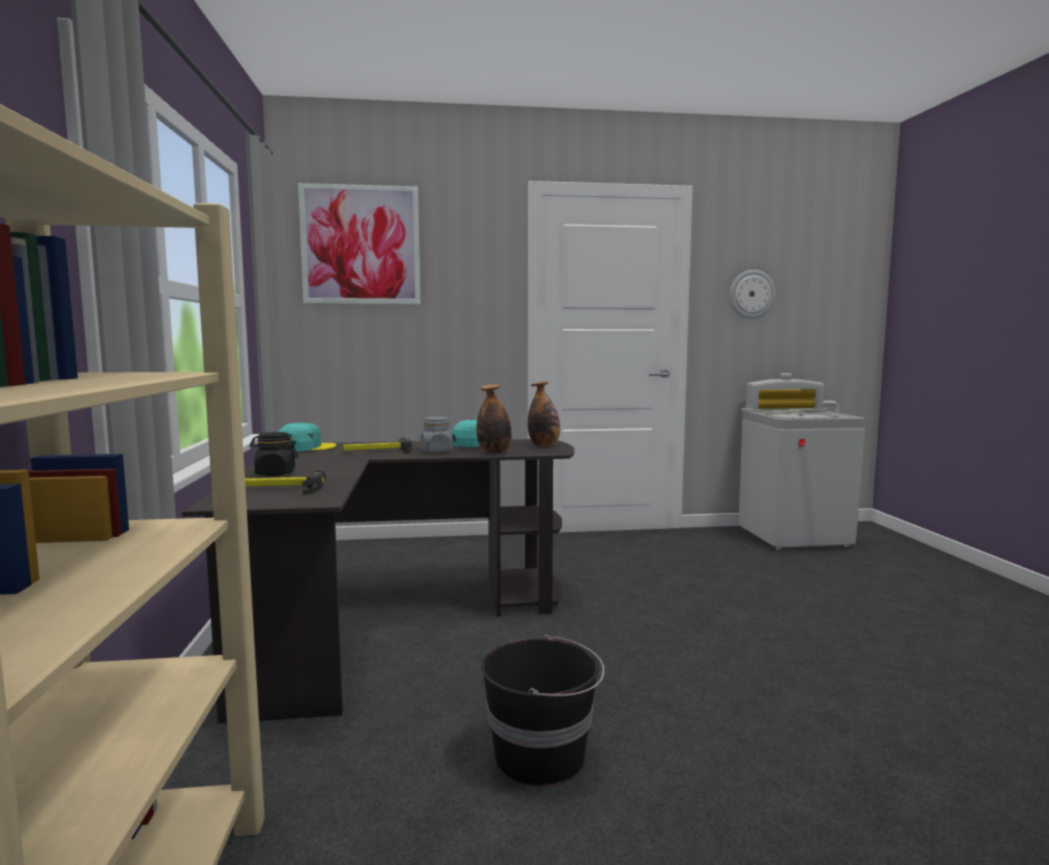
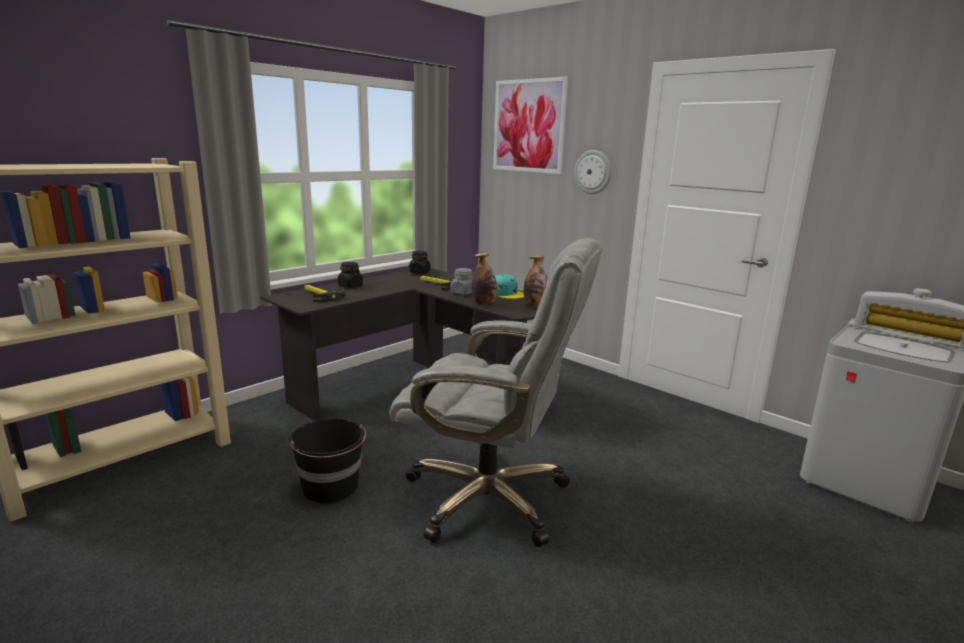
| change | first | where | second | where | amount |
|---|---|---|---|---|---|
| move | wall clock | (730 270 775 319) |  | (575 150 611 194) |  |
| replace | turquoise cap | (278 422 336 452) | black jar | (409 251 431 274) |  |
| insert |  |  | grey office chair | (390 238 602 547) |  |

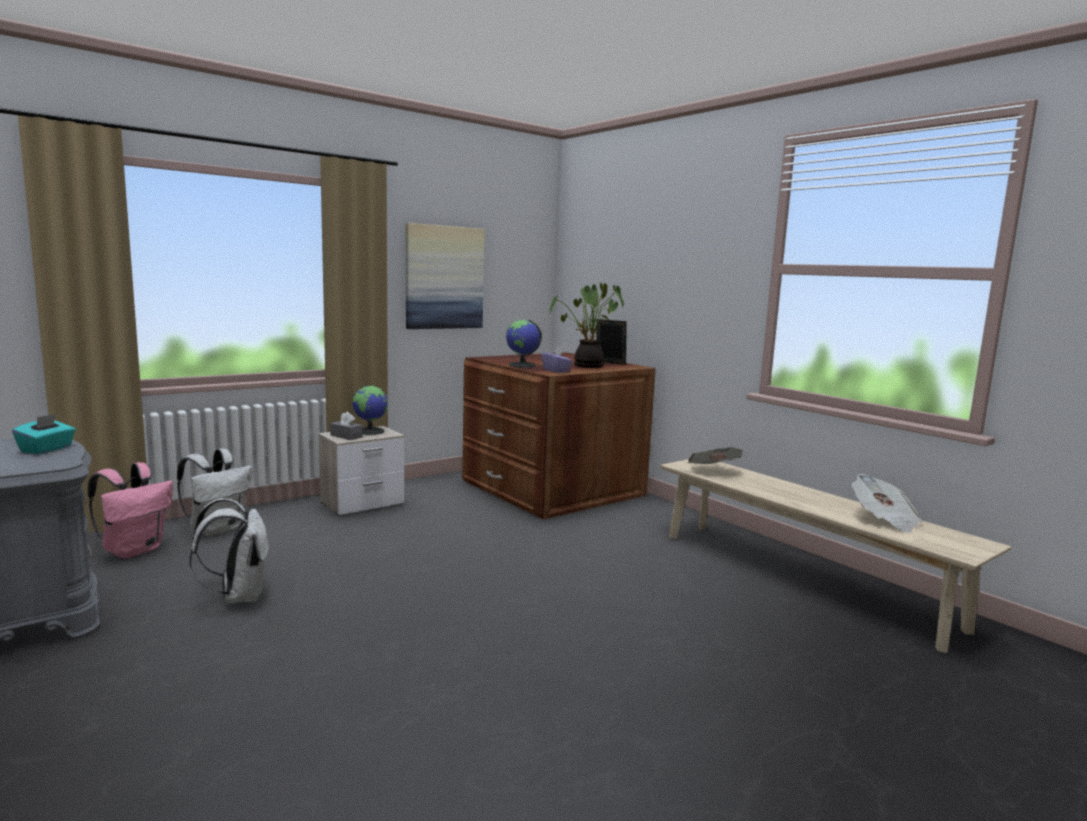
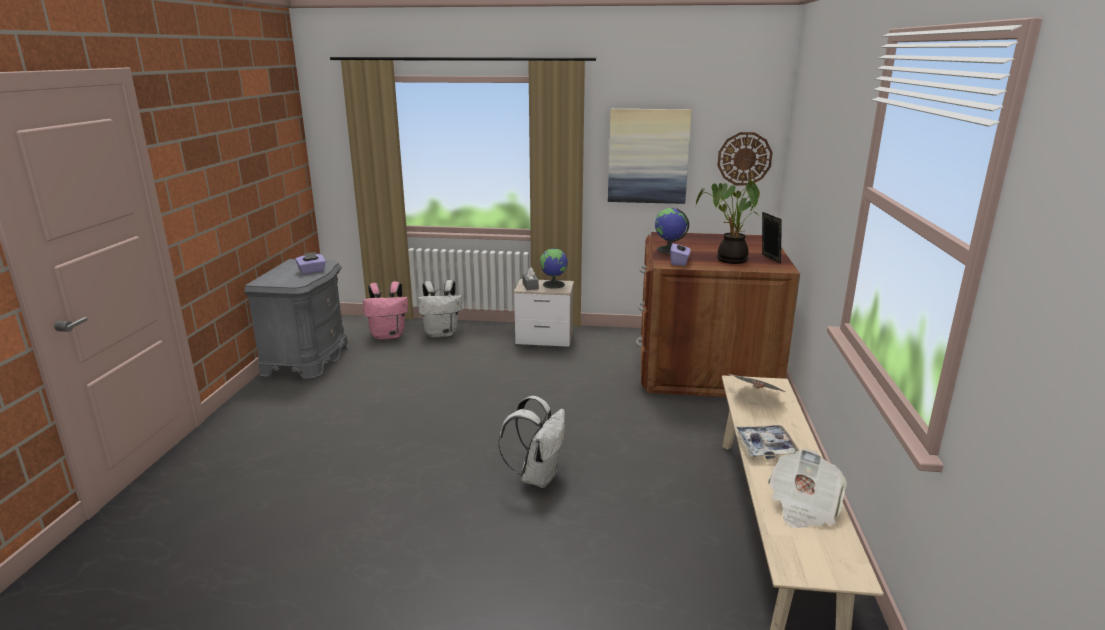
| change | first | where | second | where | amount |
|---|---|---|---|---|---|
| recolor | turquoise tissue box | (12 413 76 454) | purple tissue box | (295 252 326 274) |  |
| move | white backpack | (189 498 270 603) |  | (499 396 565 488) |  |
| insert |  |  | wall clock | (717 132 773 186) |  |
| insert |  |  | tray | (734 425 800 459) |  |

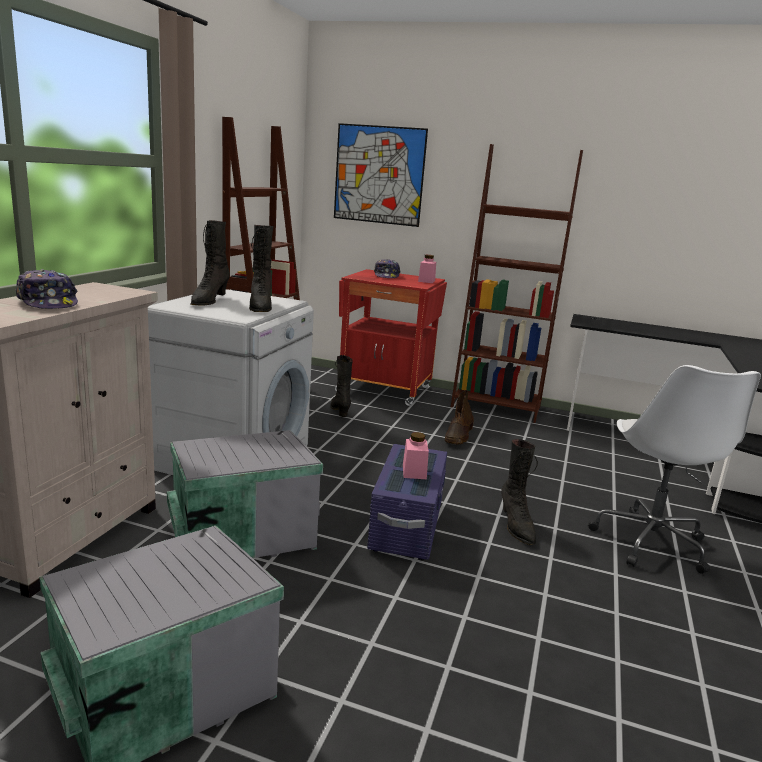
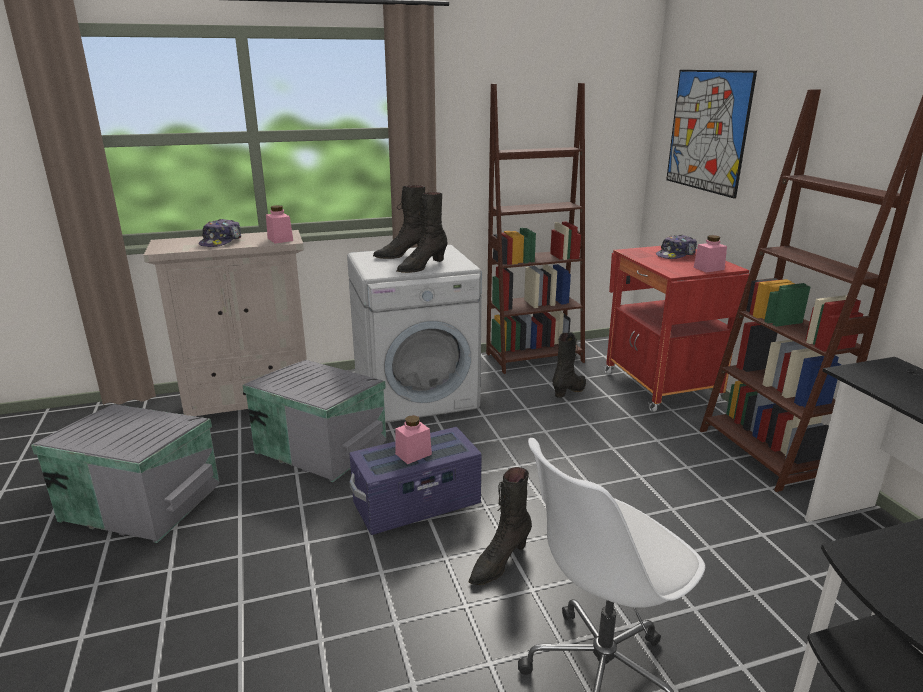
| change | first | where | second | where | amount |
|---|---|---|---|---|---|
| delete | brown boot | (445 390 474 445) |  |  |  |
| insert |  |  | pink jar | (266 205 293 243) |  |

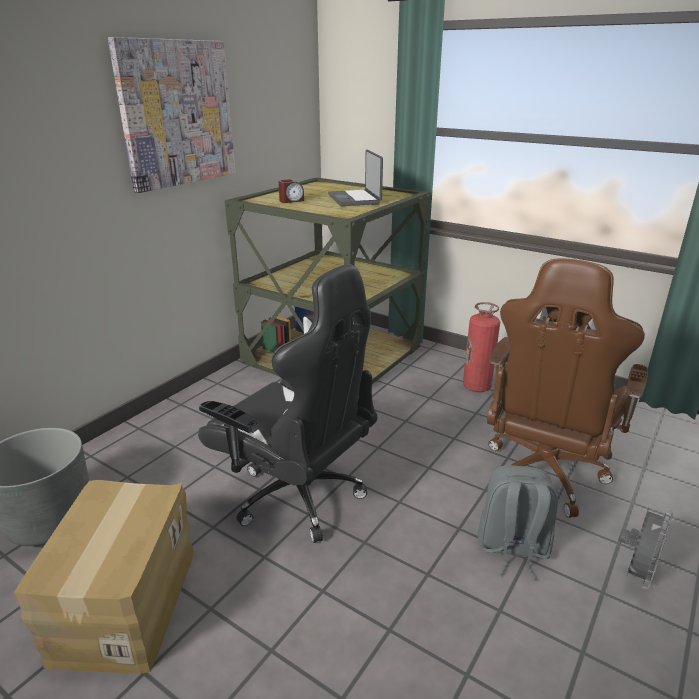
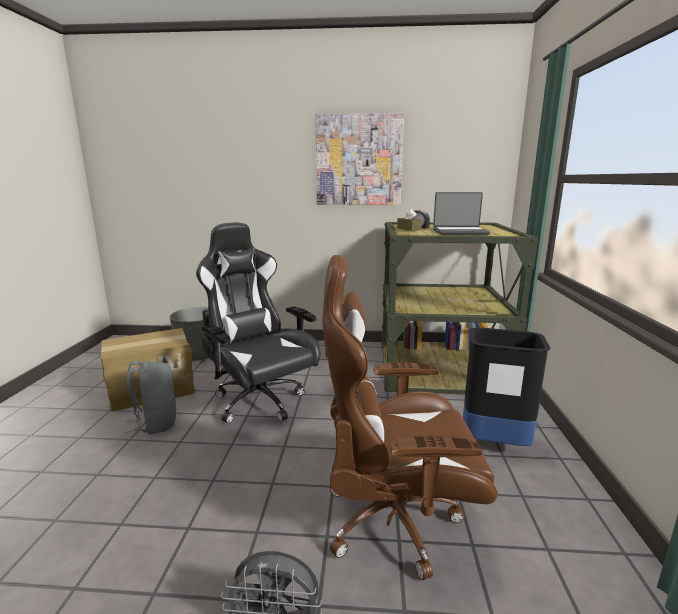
| change | first | where | second | where | amount |
|---|---|---|---|---|---|
| rotate | laptop | (328 150 383 206) |  | (433 192 490 235) | 135 degrees counterclockwise |
| rotate | black office chair | (198 264 377 543) |  | (196 223 320 423) | 135 degrees clockwise |
| replace | fire extinguisher | (463 302 500 392) | black trash can | (463 328 551 446) |  |
| move | grey backpack | (478 465 557 580) |  | (125 360 176 435) |  |
| insert |  |  | brown tissue box | (397 209 422 231) |  |

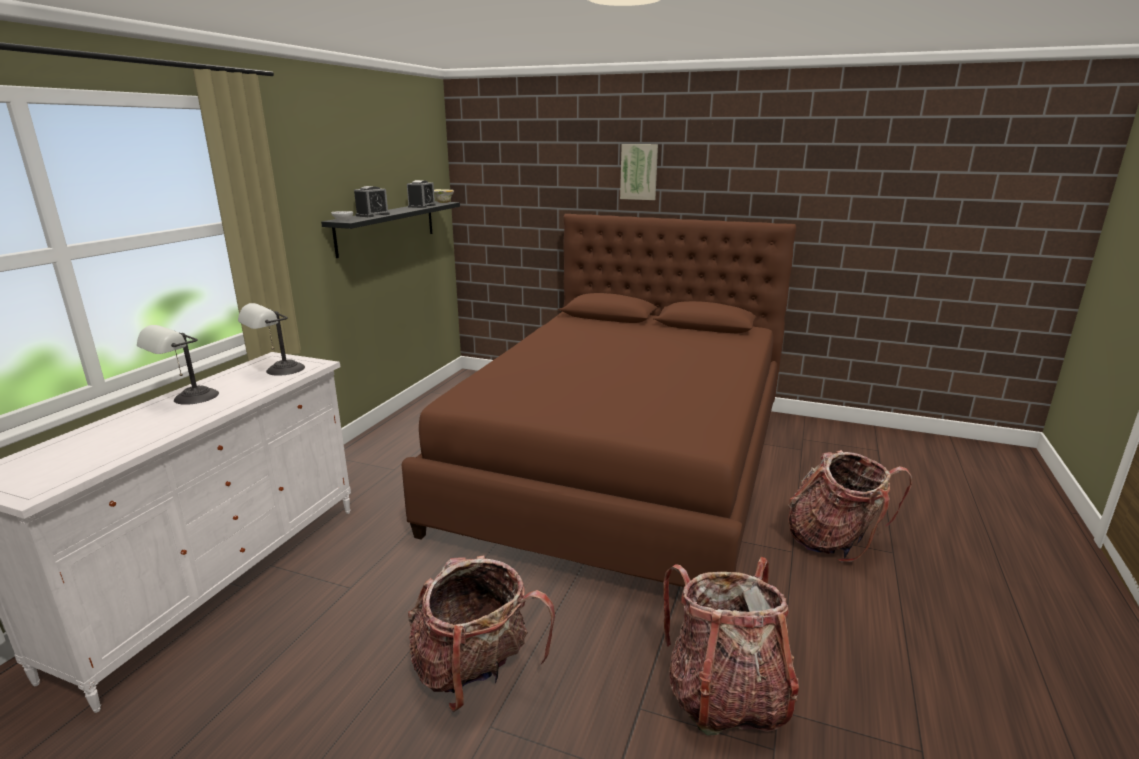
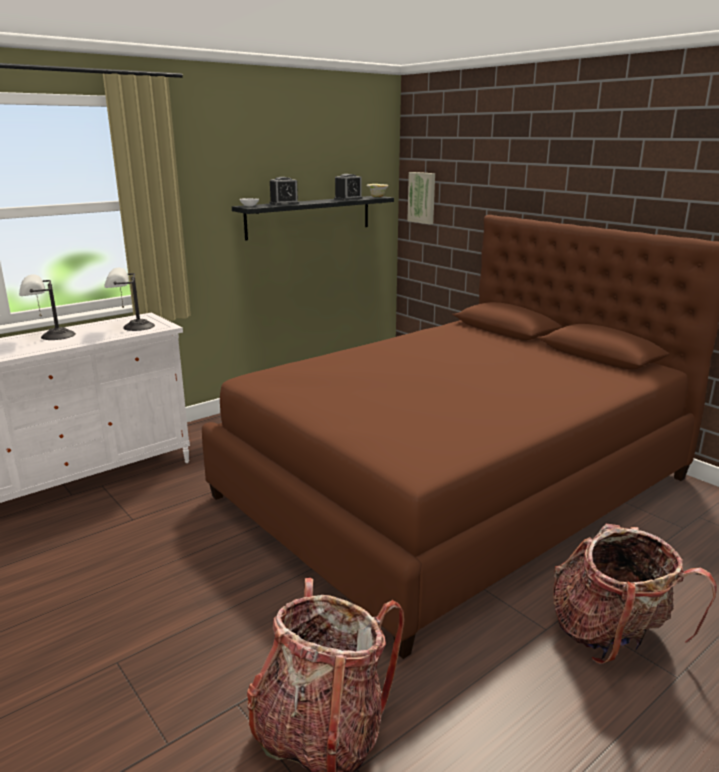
| change | first | where | second | where | amount |
|---|---|---|---|---|---|
| move | picture | (620 144 658 200) |  | (407 172 435 224) |  |
| delete | backpack | (408 556 555 712) |  |  |  |

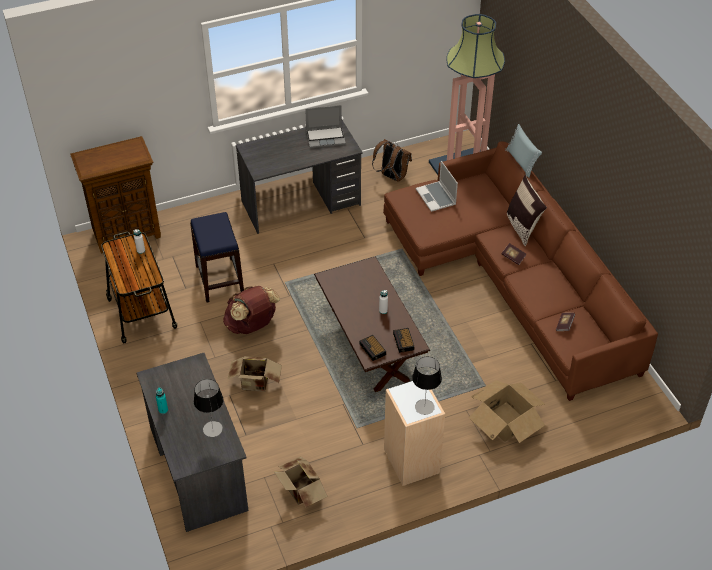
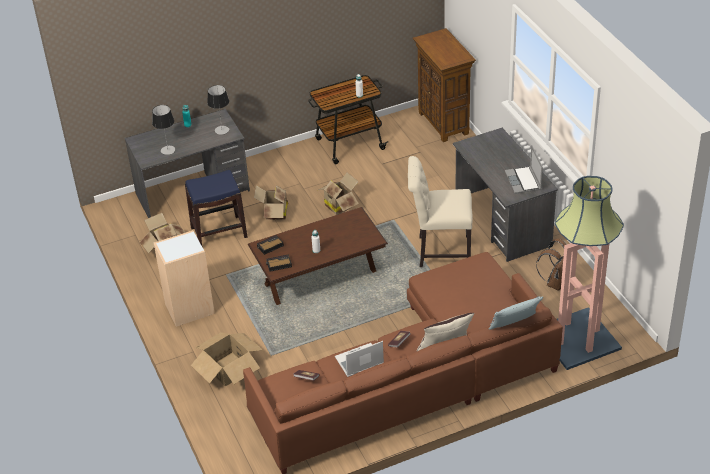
| change | first | where | second | where | amount |
|---|---|---|---|---|---|
| move | laptop | (416 161 458 212) |  | (335 341 384 377) |  |
| move | stool | (190 212 244 302) |  | (185 170 247 246) |  |
| replace | brown backpack | (223 286 280 334) | cardboard box | (318 172 359 215) |  |
| move | table lamp | (412 357 442 415) |  | (207 85 229 135) |  |
| insert |  |  | beige chair | (408 156 473 267) |  |

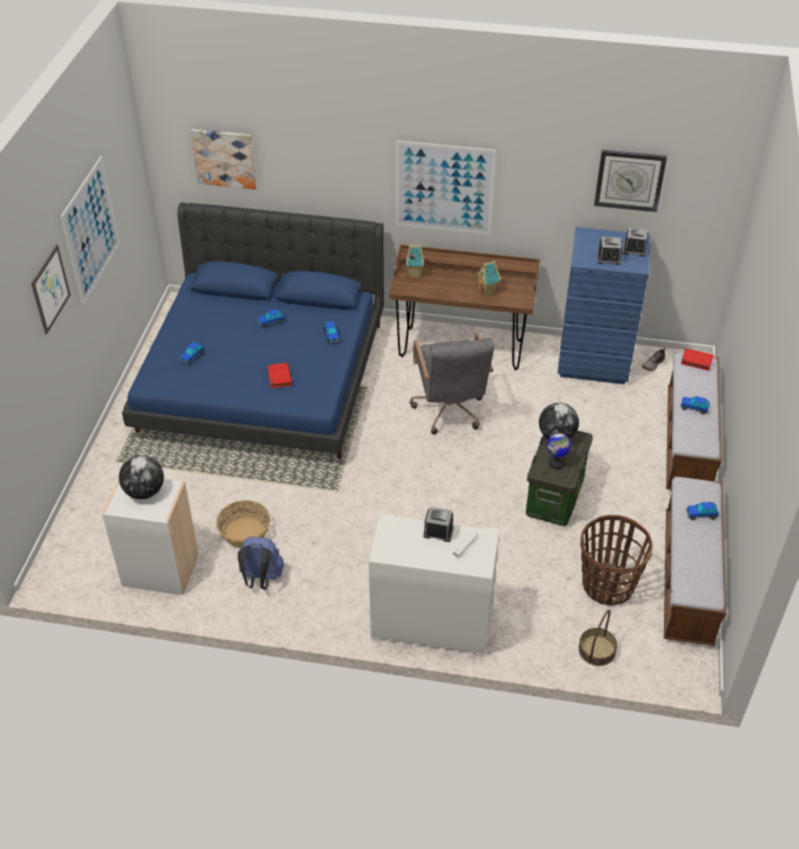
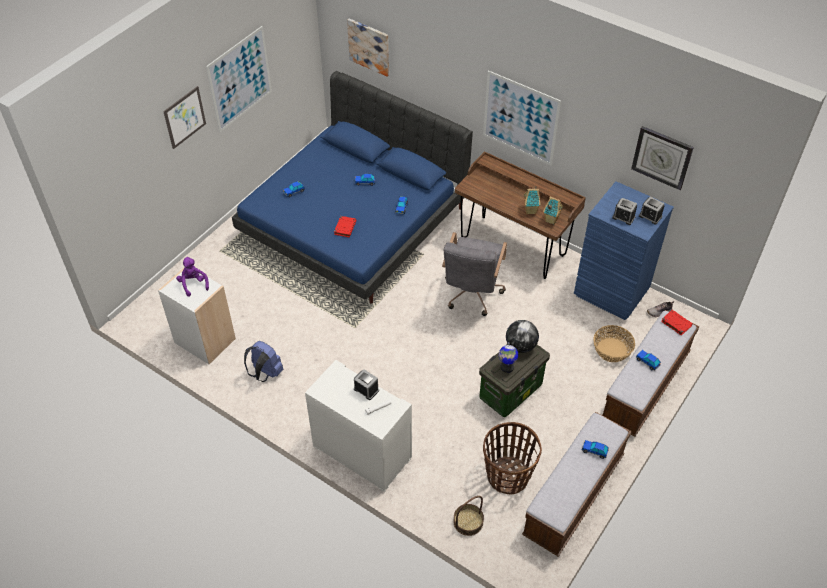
| change | first | where | second | where | amount |
|---|---|---|---|---|---|
| move | toy house | (406 245 425 278) |  | (543 197 564 225) |  |
| replace | globe | (119 455 164 499) | purple plush toy | (176 257 209 297) |  |
| move | basket | (216 500 270 548) |  | (593 325 635 362) |  |

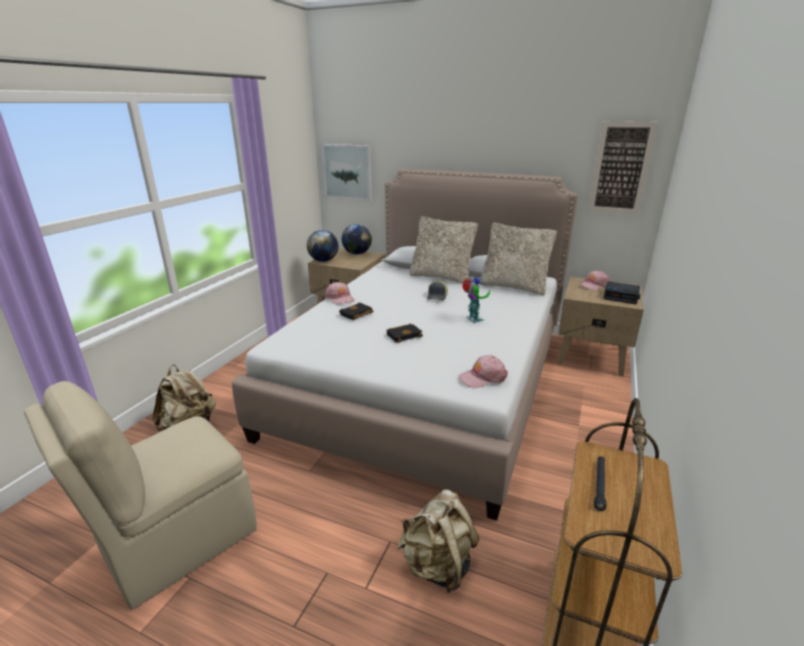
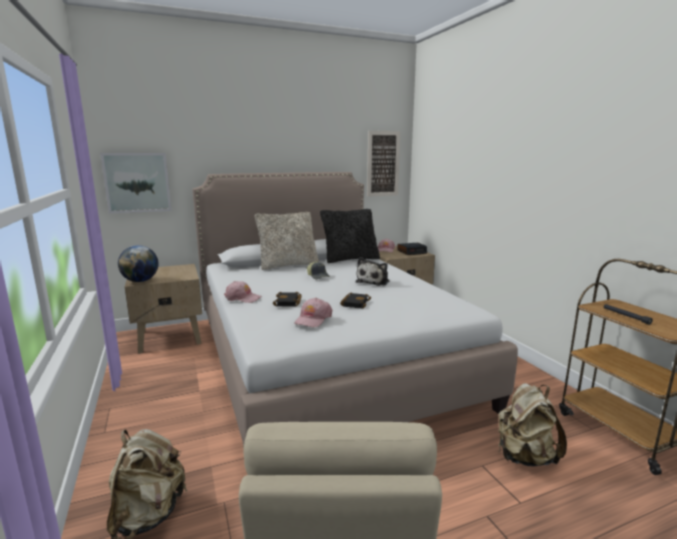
| change | first | where | second | where | amount |
|---|---|---|---|---|---|
| recolor | beige pillow | (480 223 557 295) | black pillow | (320 209 380 263) |  |
| delete | globe | (342 224 372 255) |  |  |  |
| replace | toy robot | (462 277 490 323) | plush toy | (356 257 390 286) |  |
| move | pink cap | (459 355 508 388) |  | (294 298 332 327) |  |

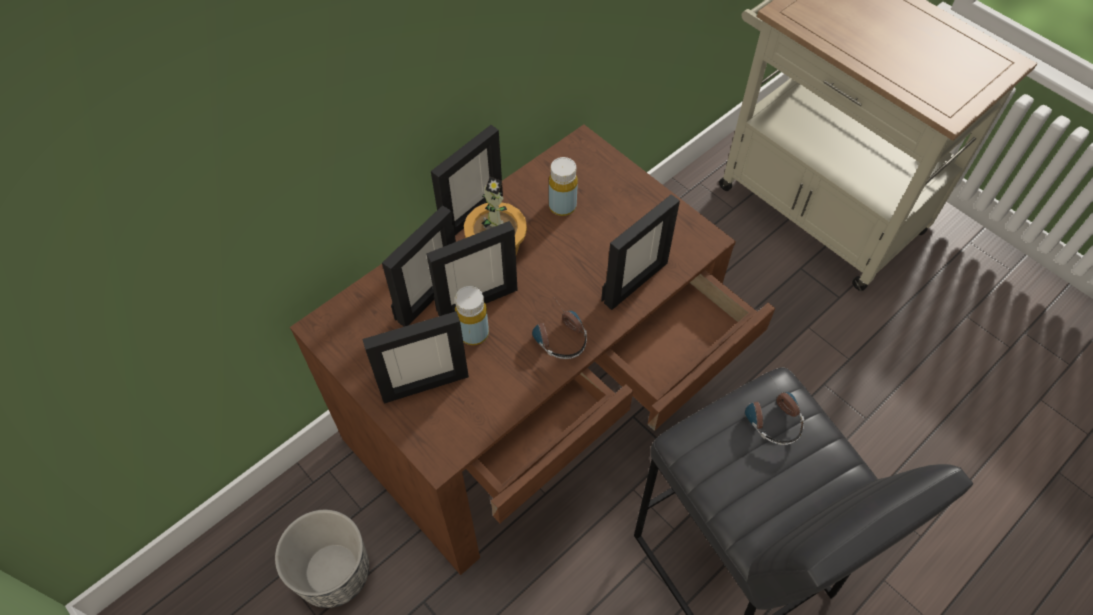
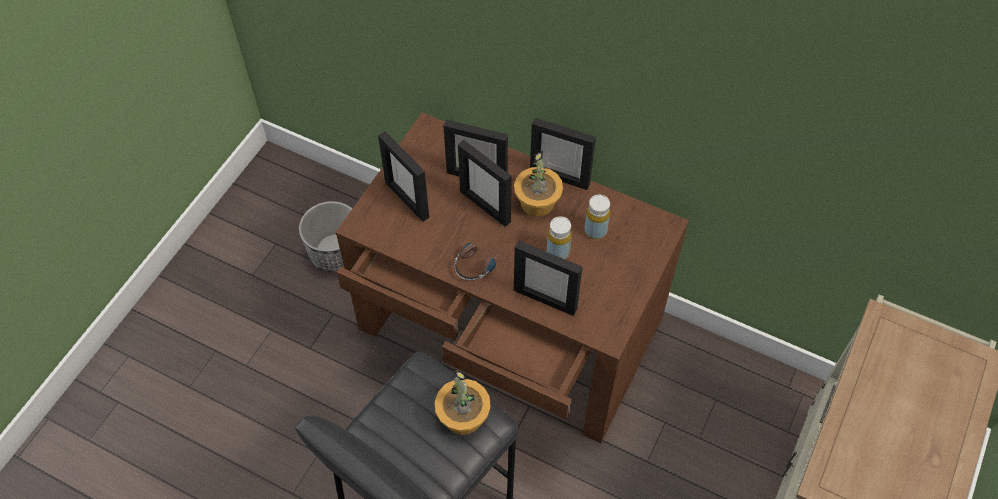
| change | first | where | second | where | amount |
|---|---|---|---|---|---|
| move | yellow bottle | (455 286 489 345) |  | (547 216 572 260) |  |
| replace | headphones | (745 374 804 445) | potted plant | (435 370 491 435) |  |

